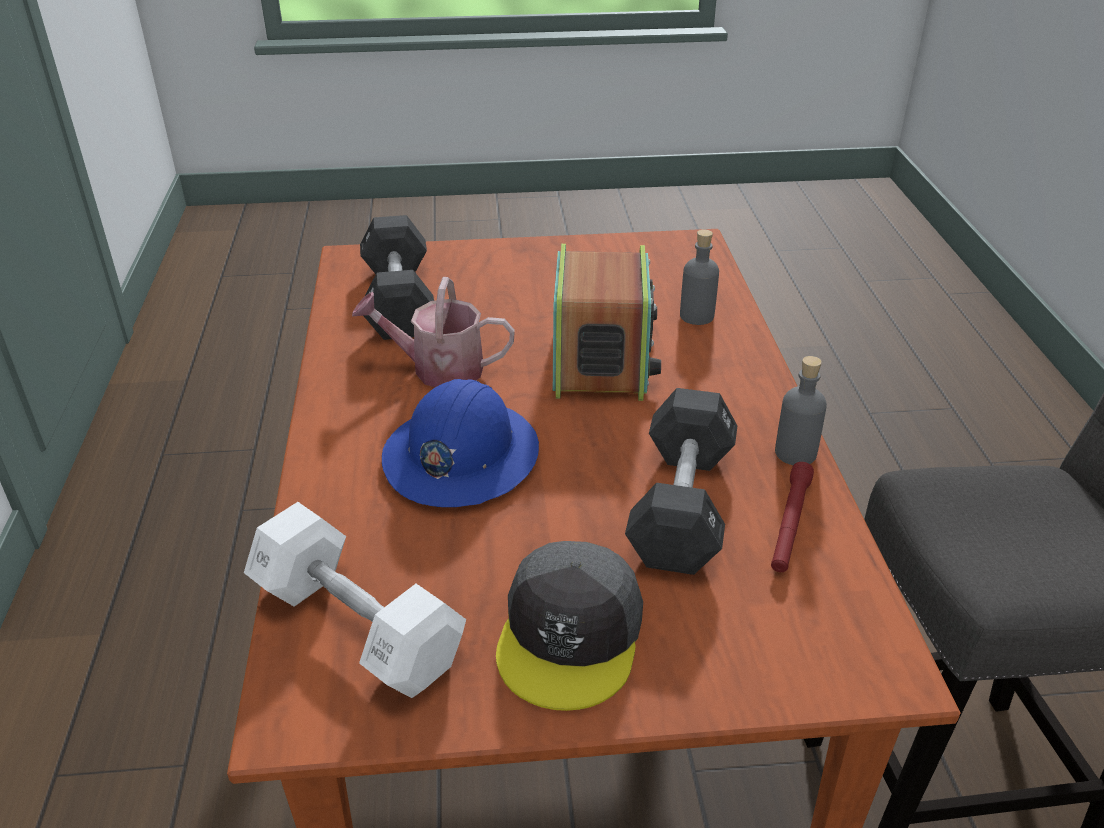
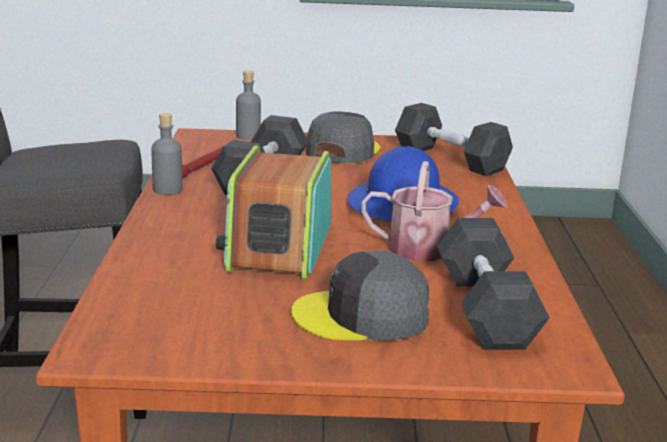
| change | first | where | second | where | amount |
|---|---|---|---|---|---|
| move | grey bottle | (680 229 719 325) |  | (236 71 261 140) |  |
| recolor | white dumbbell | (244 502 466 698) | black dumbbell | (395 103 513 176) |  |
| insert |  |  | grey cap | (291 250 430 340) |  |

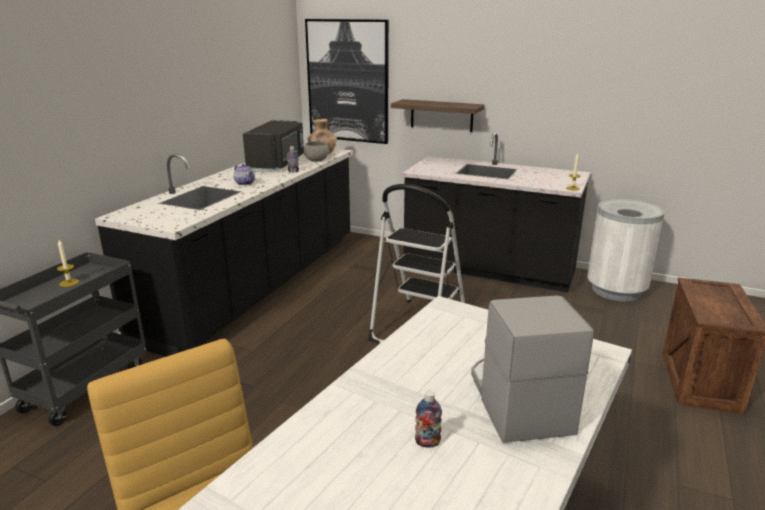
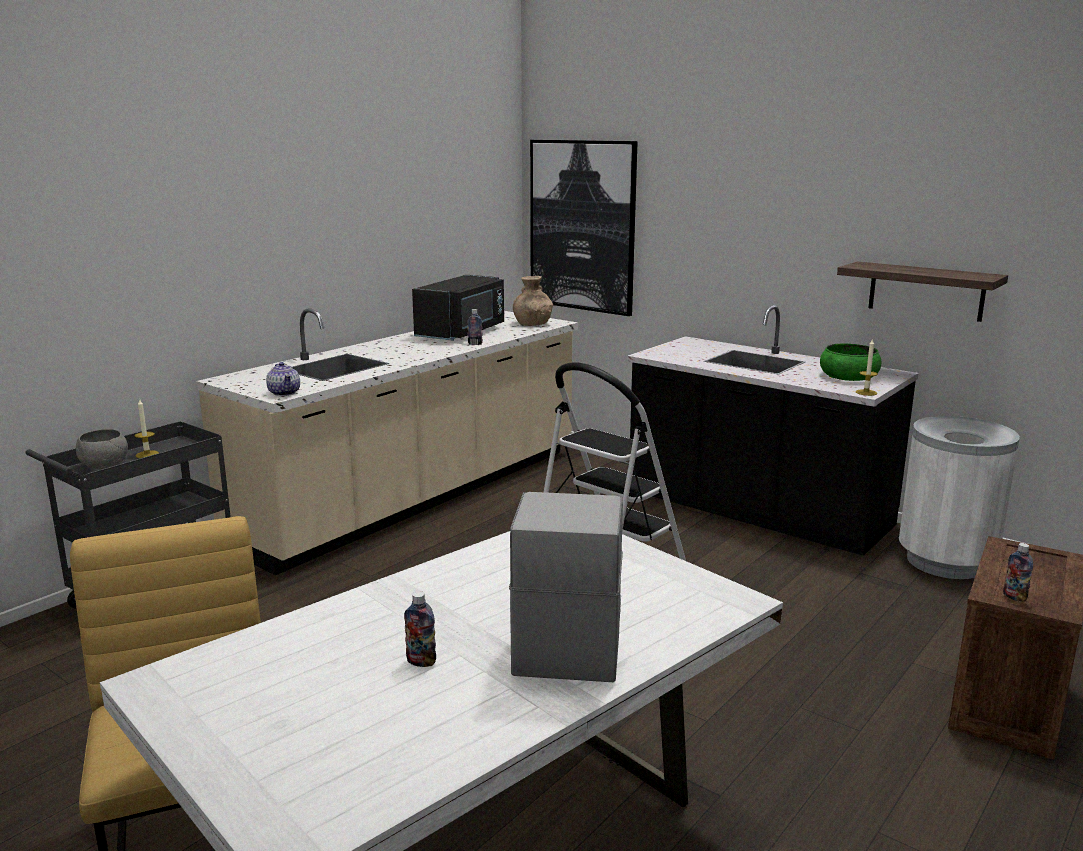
| change | first | where | second | where | amount |
|---|---|---|---|---|---|
| move | shelf | (391 99 484 132) |  | (837 261 1008 322) |  |
| move | grey bowl | (304 141 329 162) |  | (76 429 128 469) |  |
| recolor | black counter | (95 149 353 357) | beige counter | (196 308 578 575) |  |
| move | teapot | (233 164 255 185) |  | (266 362 300 396) |  |
| insert |  |  | green bowl | (820 343 881 381) |  |
| insert |  |  | bottle | (1003 543 1033 602) |  |

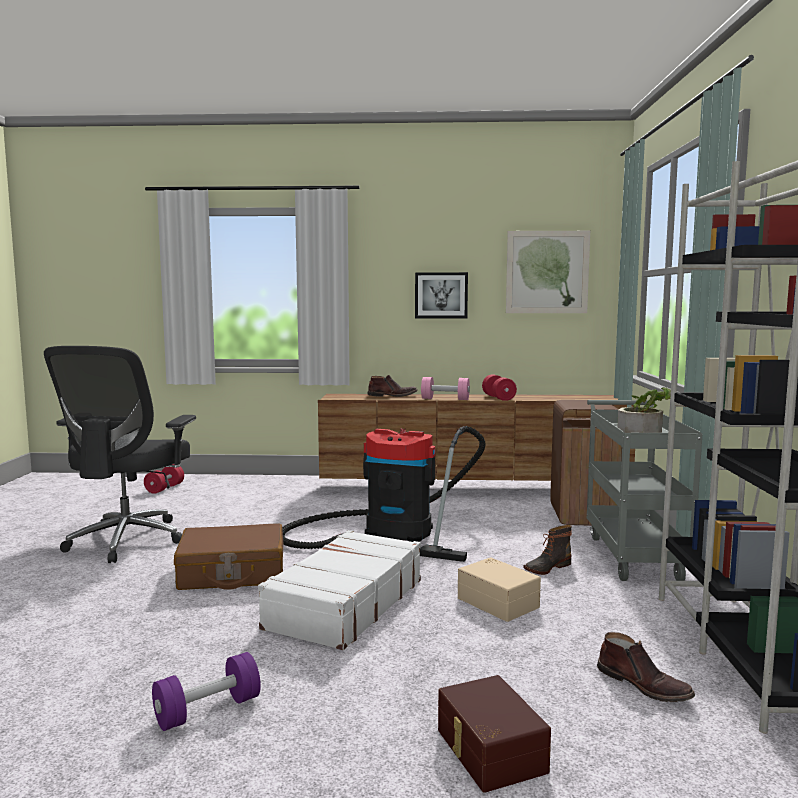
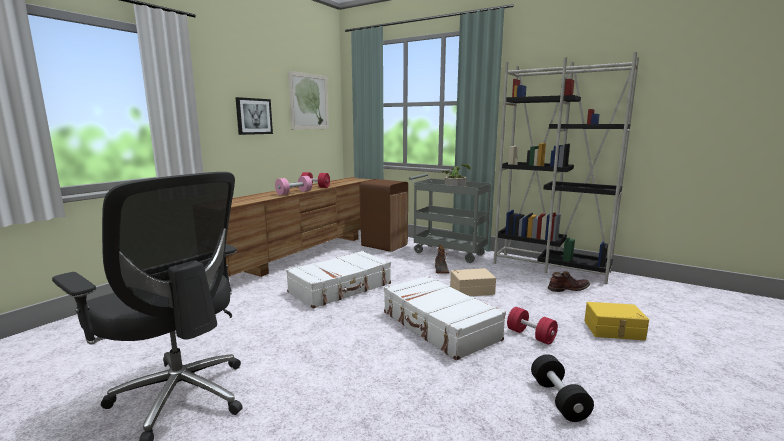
| change | first | where | second | where | amount |
|---|---|---|---|---|---|
| delete | brown boot | (367 375 418 397) |  |  |  |
| replace | vacuum cleaner | (282 426 485 562) | white suitcase | (286 251 391 309) |  |
| move | red dumbbell | (144 464 184 494) |  | (507 307 558 345) |  |
| delete | brown suitcase | (174 523 283 590) |  |  |  |
| recolor | purple dumbbell | (152 652 261 731) | black dumbbell | (531 354 594 422) |  |
| recolor | brown storage box | (438 675 551 793) | yellow storage box | (584 302 649 340) |  |

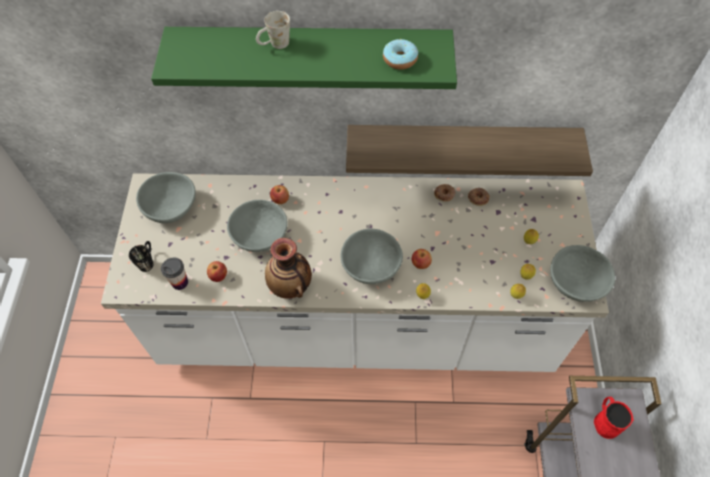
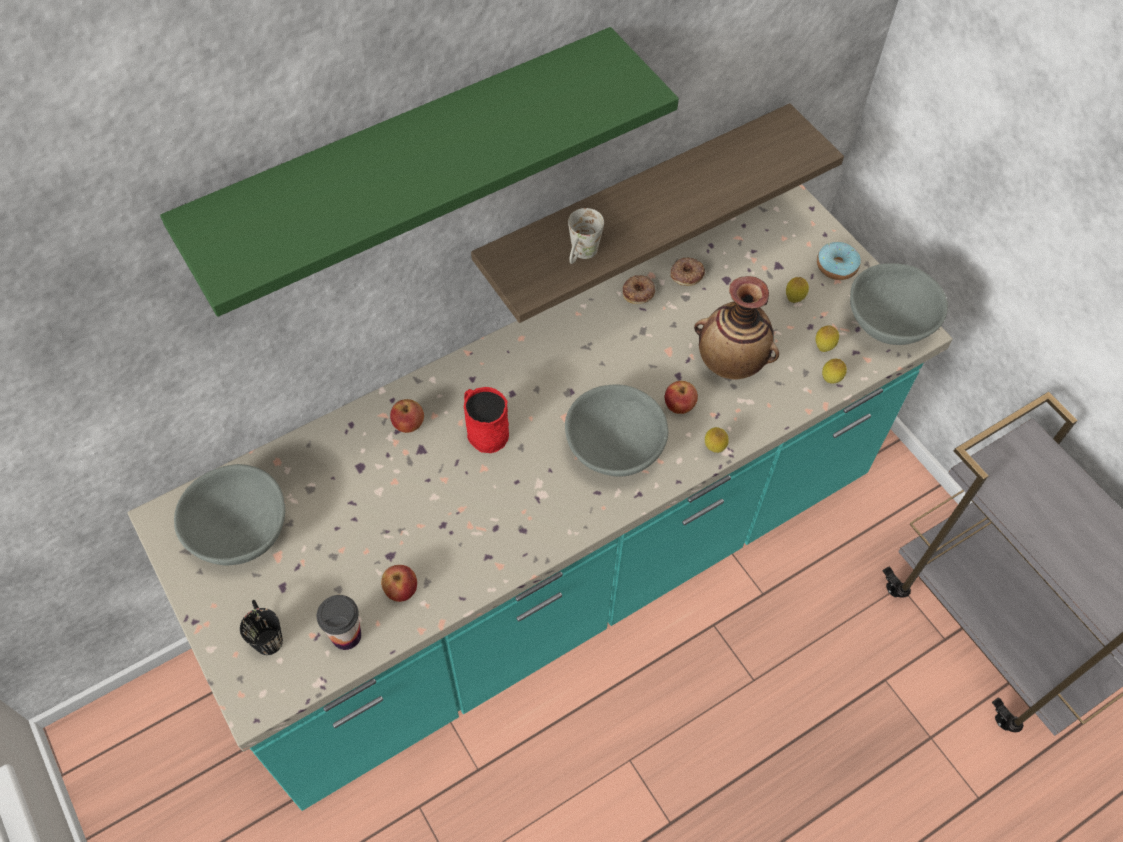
| change | first | where | second | where | amount |
|---|---|---|---|---|---|
| move | white mug | (256 11 290 49) |  | (568 208 604 264) |  |
| move | donut | (383 39 418 70) |  | (817 242 861 280) |  |
| recolor | white counter | (101 173 609 372) | turquoise counter | (128 184 953 811) |  |
| delete | grey bowl | (227 200 288 252) |  |  |  |
| move | vase | (265 238 312 299) |  | (694 276 779 379) |  |
| move | red mug | (594 397 634 439) |  | (464 387 509 453) |  |

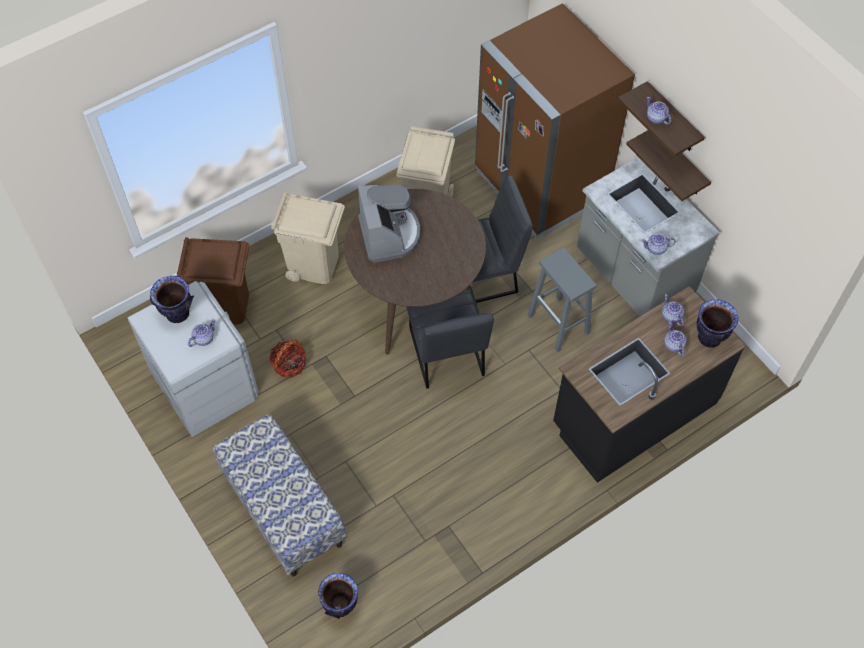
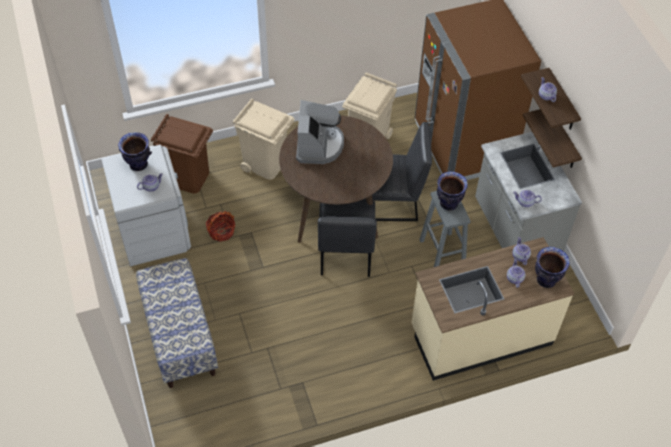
| change | first | where | second | where | amount |
|---|---|---|---|---|---|
| recolor | black counter | (553 286 746 483) | beige counter | (411 237 574 381) |  |
| move | vase | (318 573 358 619) |  | (437 171 468 211) |  |

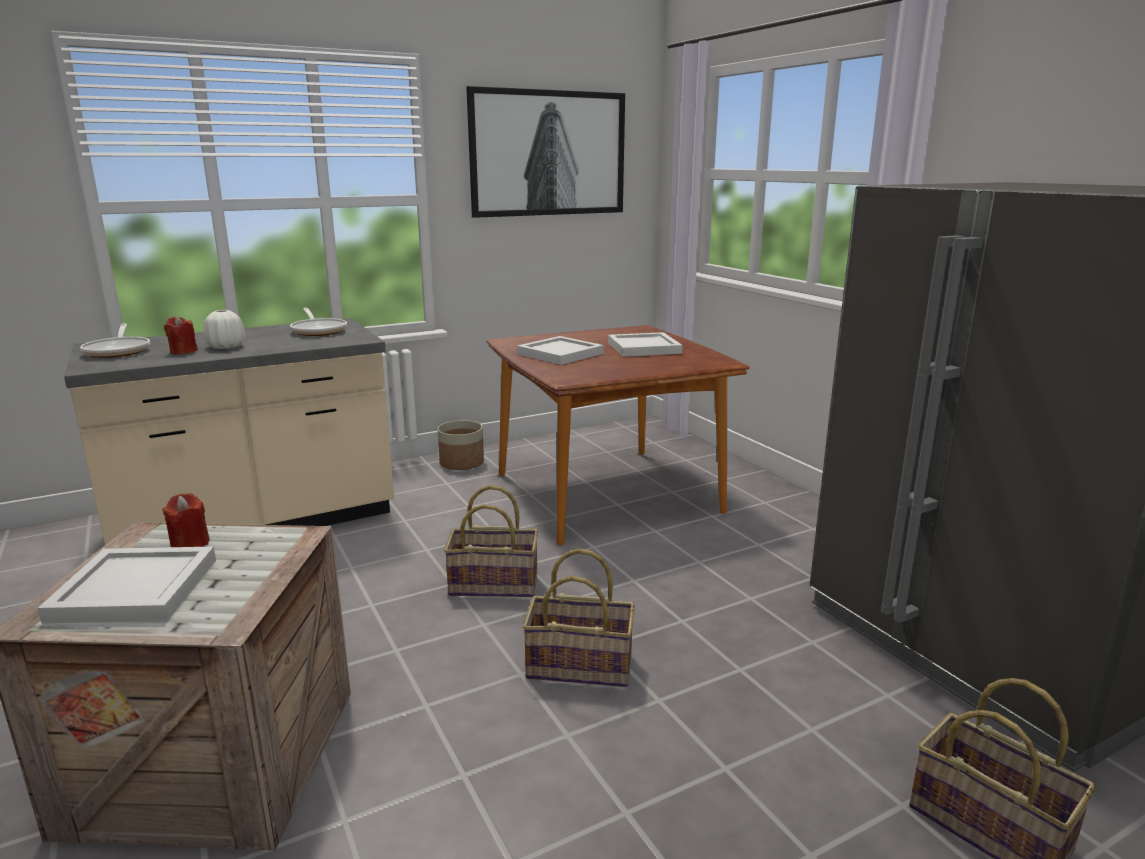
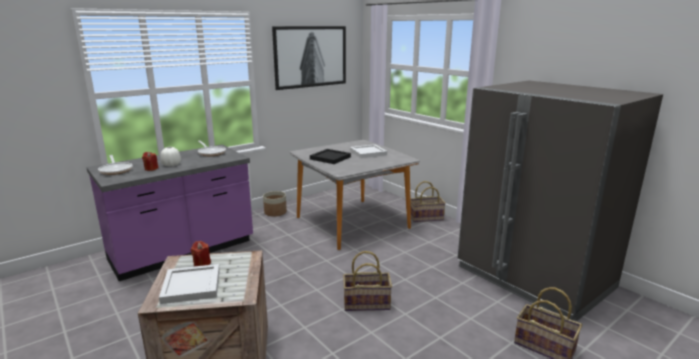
| change | first | where | second | where | amount |
|---|---|---|---|---|---|
| recolor | beige counter | (64 318 394 545) | purple counter | (86 145 253 281) |  |
| recolor | brown dining table | (486 325 750 546) | grey dining table | (289 140 420 250) |  |
| recolor | white tray | (517 336 604 365) | black tray | (310 149 351 164) |  |
| move | basket | (444 485 538 597) |  | (410 181 446 222) |  |

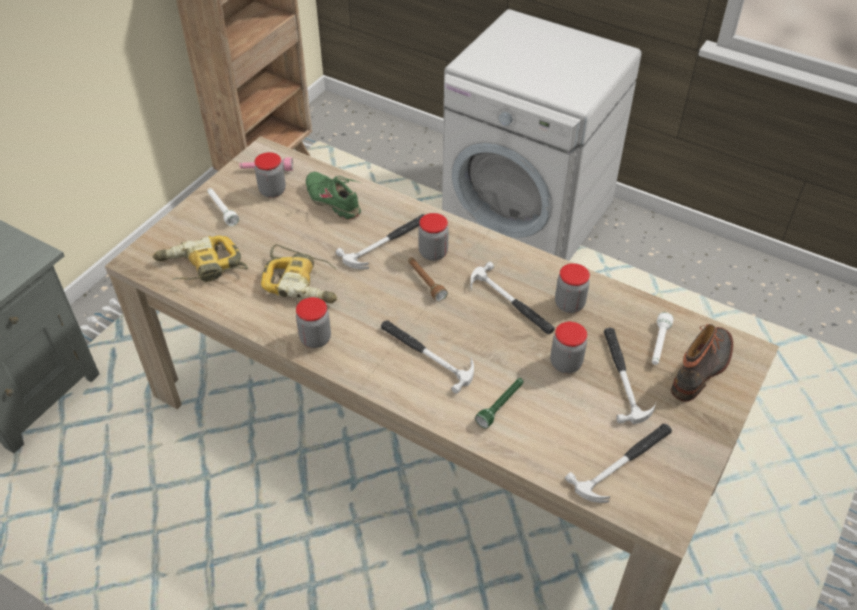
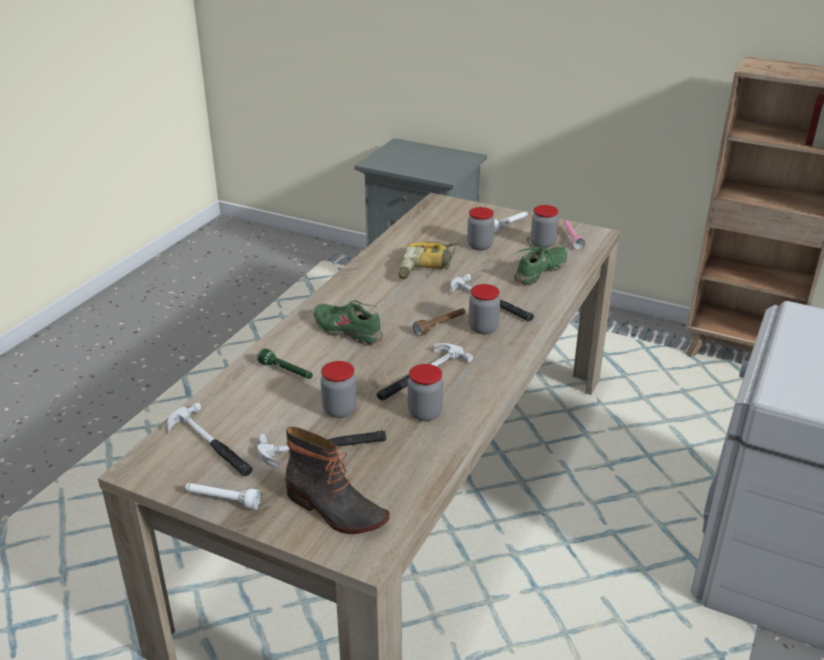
| change | first | where | second | where | amount |
|---|---|---|---|---|---|
| delete | power drill | (153 235 248 282) |  |  |  |
| move | jar | (296 297 331 348) |  | (467 207 494 250) |  |
| move | white flashlight | (652 312 674 365) |  | (186 483 262 509) |  |
| replace | hammer | (381 320 474 394) | green shoe | (314 300 383 345) |  |

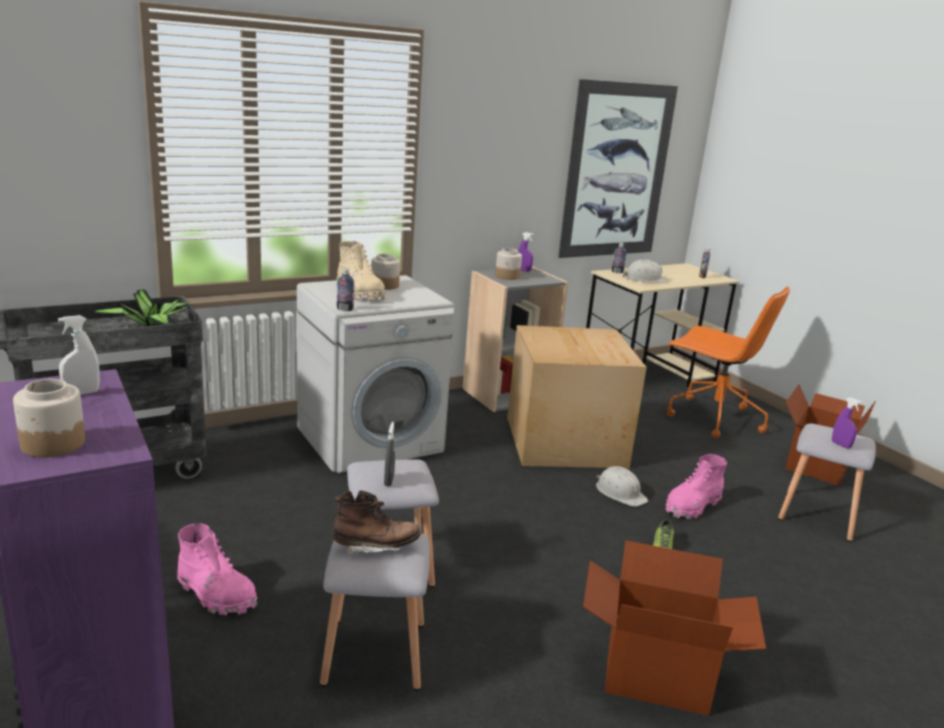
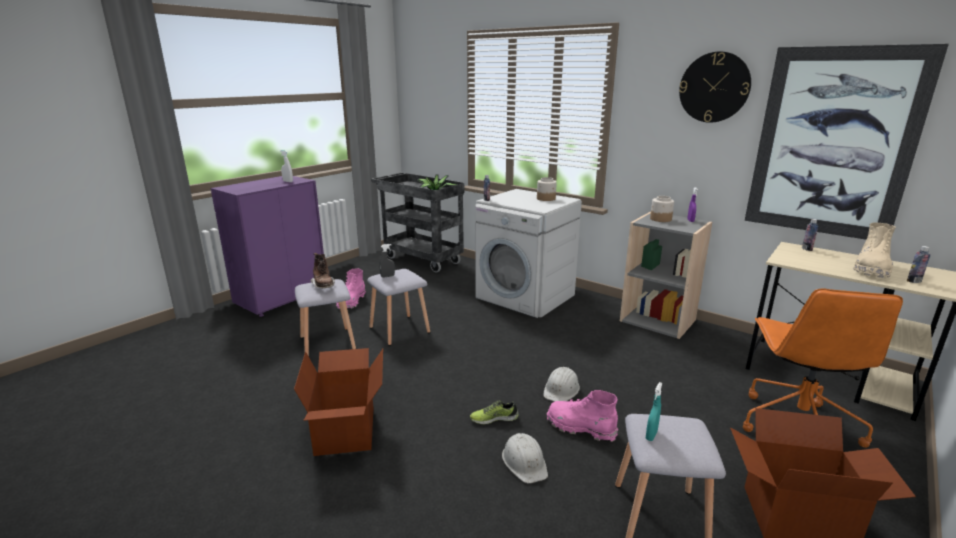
| change | first | where | second | where | amount |
|---|---|---|---|---|---|
| move | beige boot | (337 241 385 301) |  | (854 222 896 278) |  |
| move | white hard hat | (623 260 668 282) |  | (502 433 548 483) |  |
| delete | cardboard box | (507 325 647 468) |  |  |  |
| delete | jar | (13 379 85 458) |  |  |  |
| recolor | purple spray bottle | (832 397 862 448) | turquoise spray bottle | (646 382 663 441) |  |
| insert |  |  | wall clock | (679 51 751 123) |  |

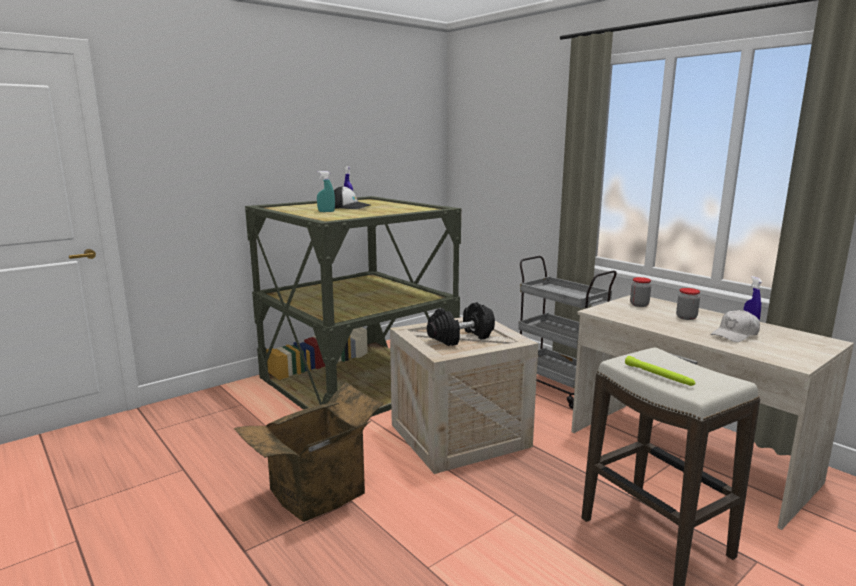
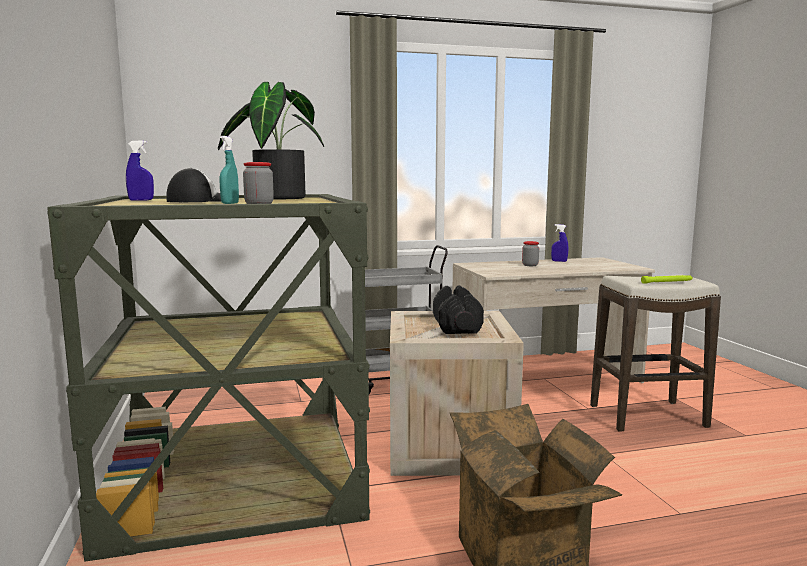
| change | first | where | second | where | amount |
|---|---|---|---|---|---|
| move | jar | (630 277 651 307) |  | (243 162 274 204) |  |
| delete | white cap | (710 310 760 342) |  |  |  |
| insert |  |  | potted plant | (218 82 324 199) |  |

